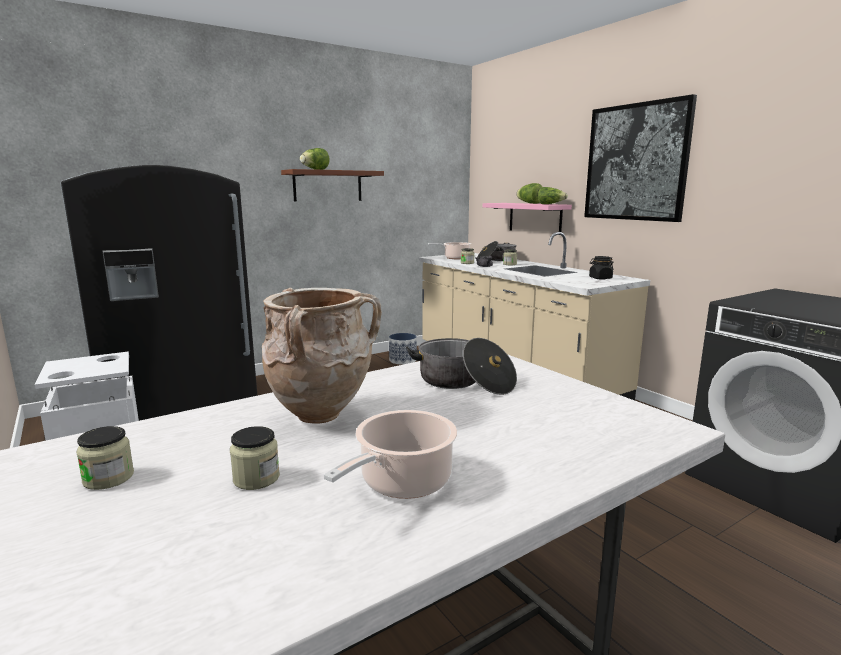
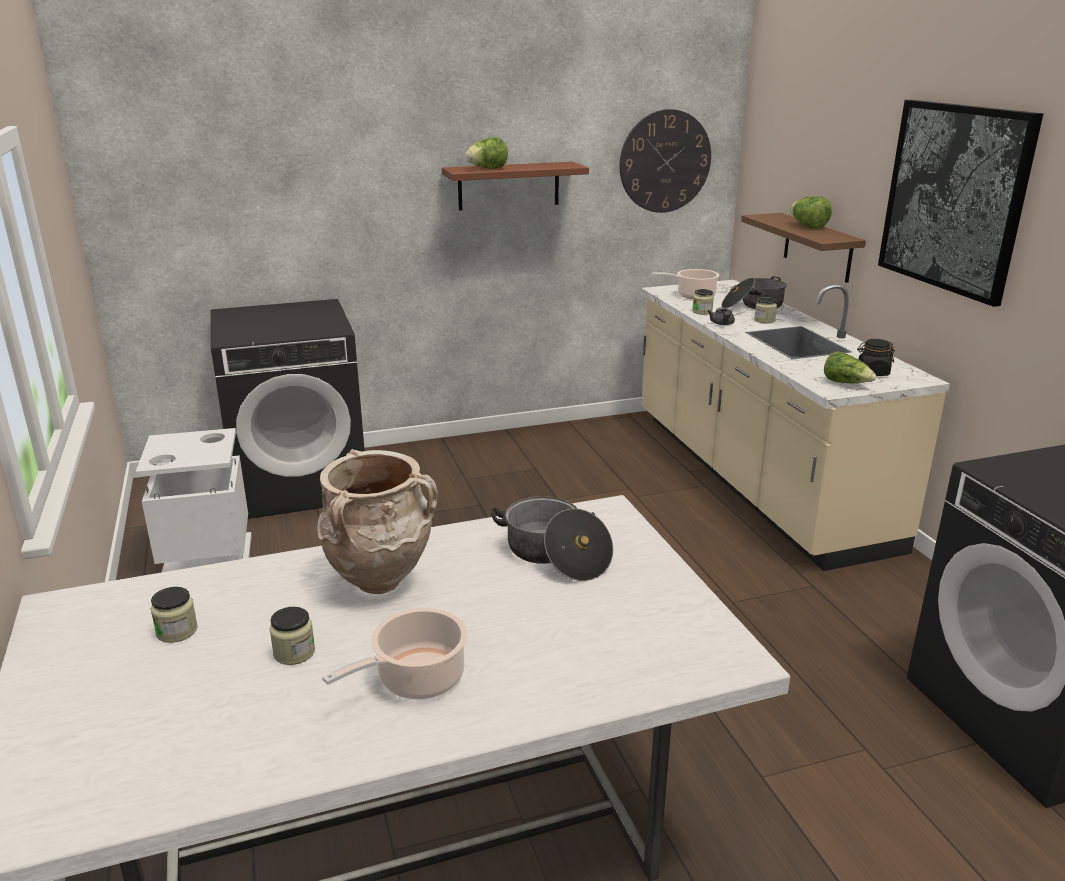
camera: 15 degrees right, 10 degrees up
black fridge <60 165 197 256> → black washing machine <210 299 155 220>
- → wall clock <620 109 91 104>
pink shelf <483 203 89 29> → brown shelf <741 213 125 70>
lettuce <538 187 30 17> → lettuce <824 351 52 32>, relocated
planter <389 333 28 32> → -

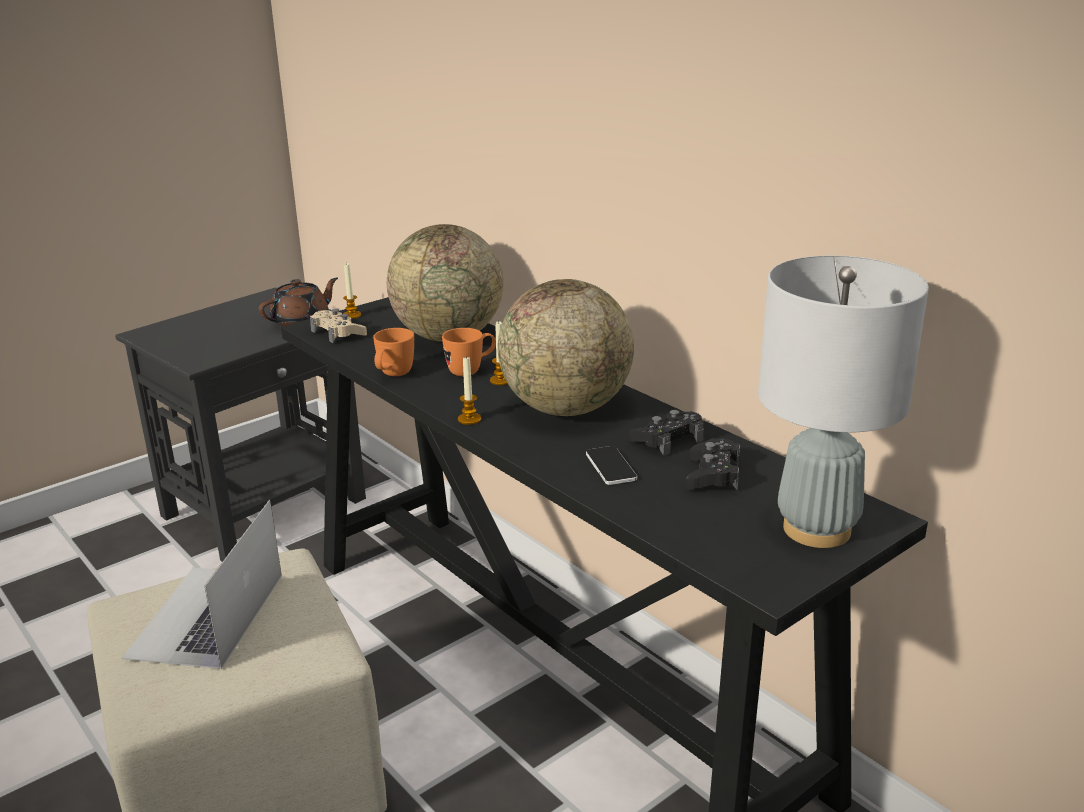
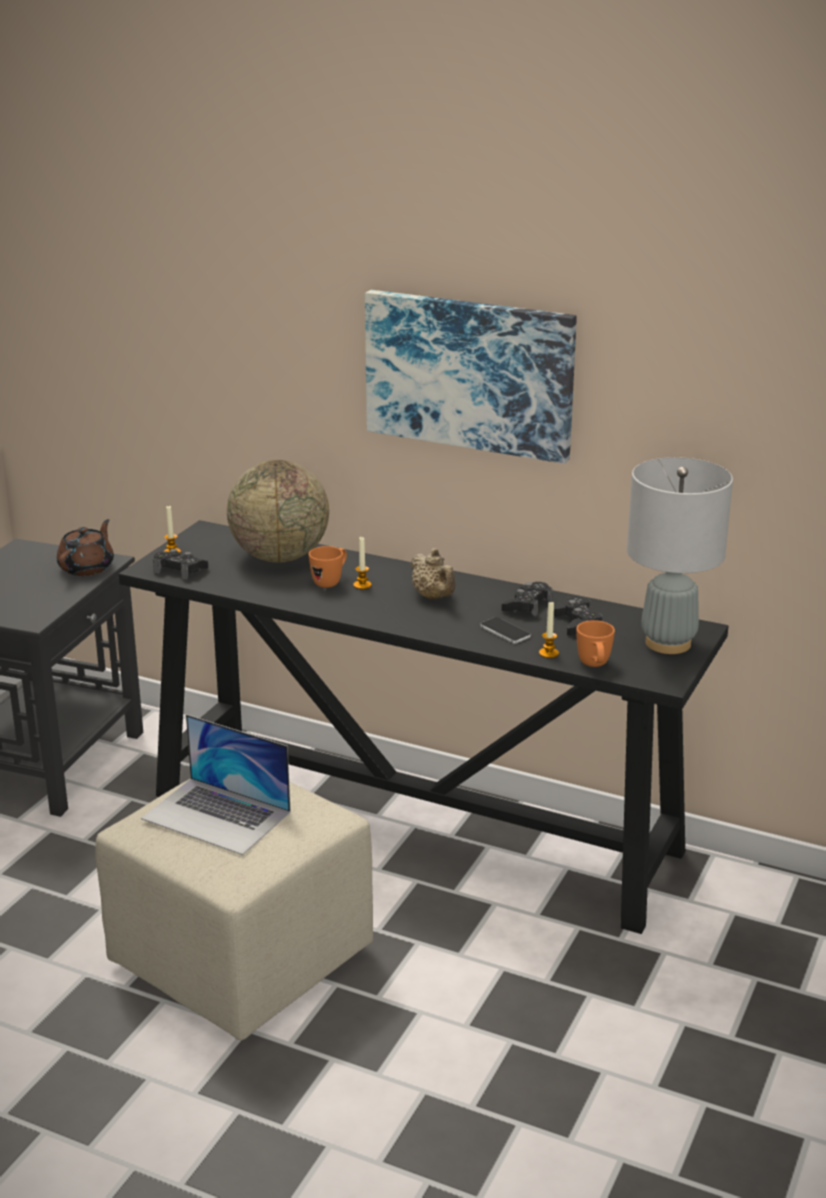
camera: 25 degrees left, 0 degrees up
laptop <122 500 160 169> → laptop <141 714 150 141>, 45 degrees counterclockwise
beige game controller <310 309 57 34> → black game controller <153 549 55 31>
- → picture <365 290 212 174>
globe <498 279 136 137> → beige teapot <410 548 46 52>
candle <458 356 23 69> → candle <539 602 20 56>, relocated
orange mug <373 328 41 48> → orange mug <576 620 39 47>, relocated

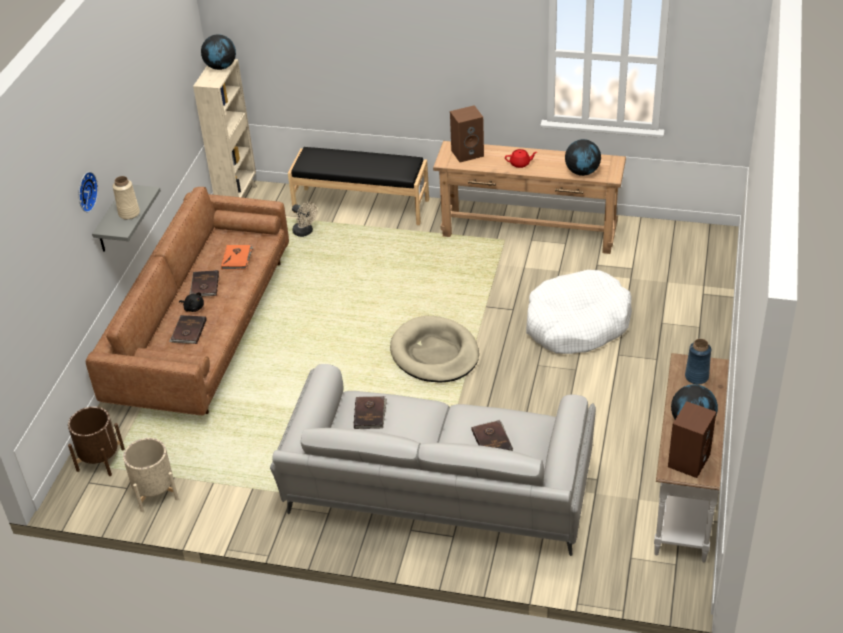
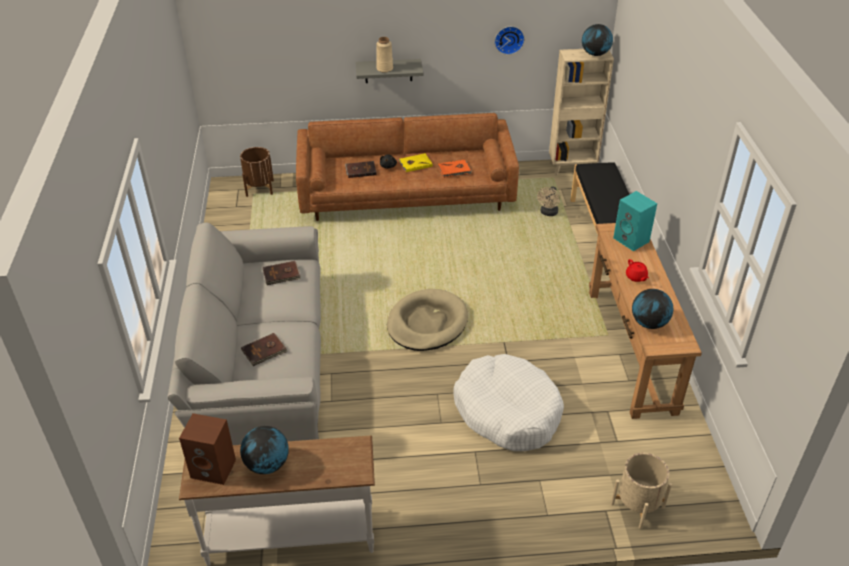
camera: 70 degrees right, 0 degrees up
brown book <189 270 30 27> → yellow book <398 153 35 19>
wall clock <79 172 19 40> → wall clock <495 26 30 29>, relocated
beige planter <123 438 56 74> → beige planter <611 453 61 76>, relocated
brown speaker <450 105 34 57> → turquoise speaker <613 191 44 60>
blue vase <685 339 26 46> → -

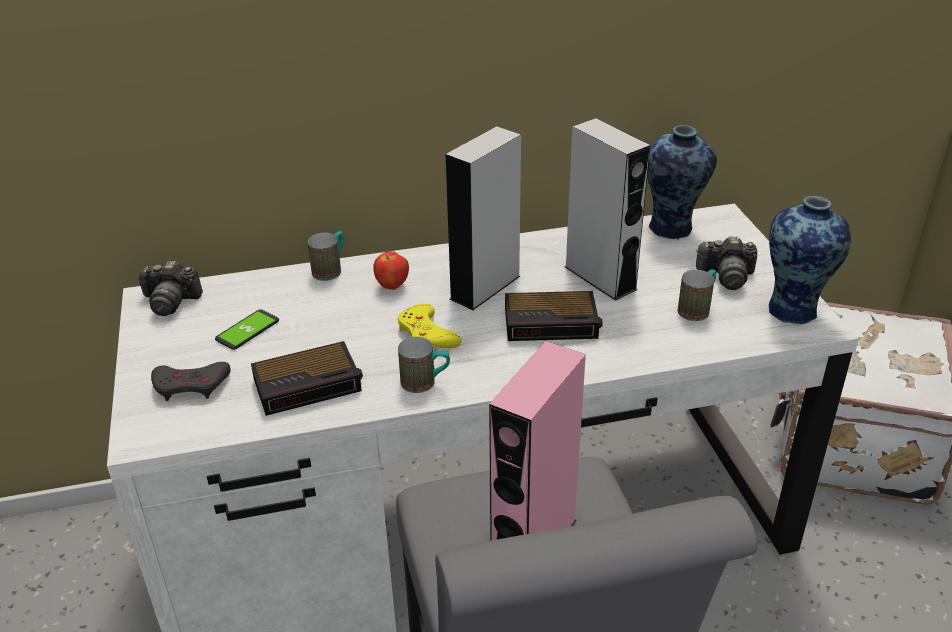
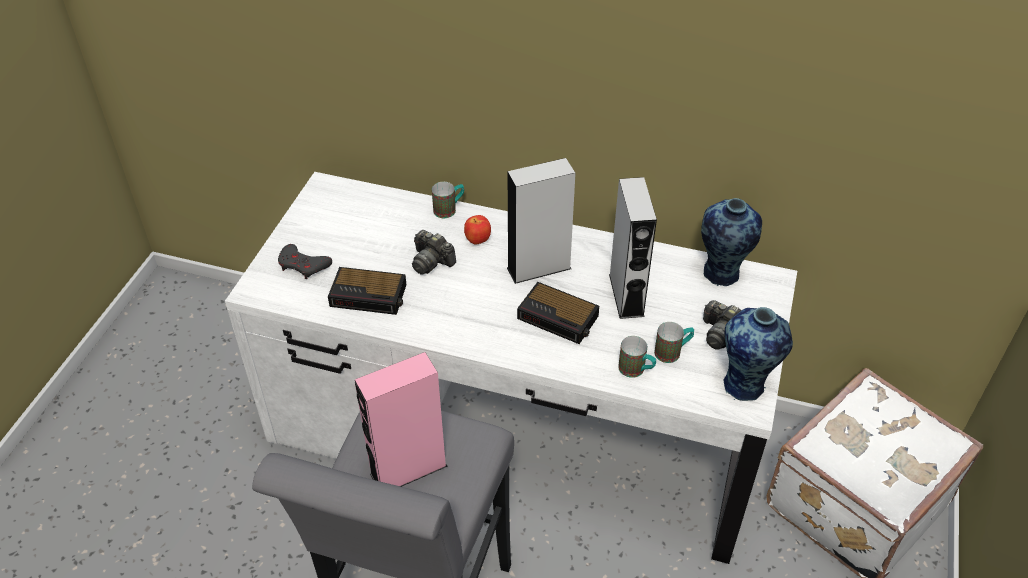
camera: 30 degrees right, 10 degrees up
photo camera <138 261 65 55> → photo camera <412 230 44 45>, relocated
mug <398 337 52 56> → mug <618 336 38 42>, relocated
phone <215 309 64 41> → -
yellow game controller <398 304 63 44> → -

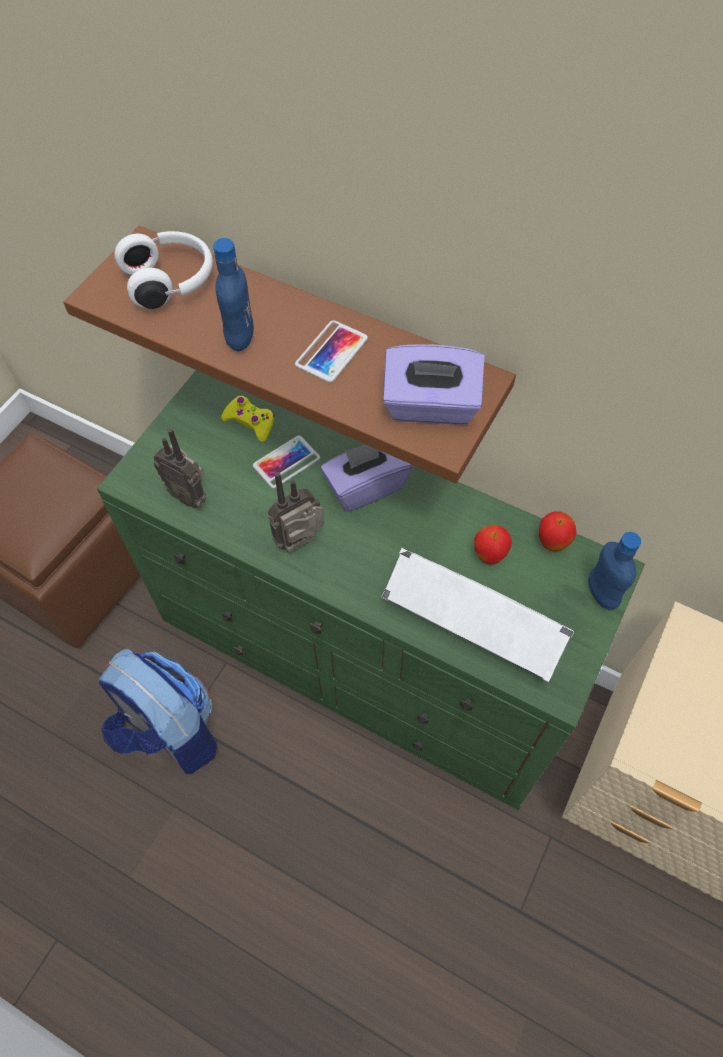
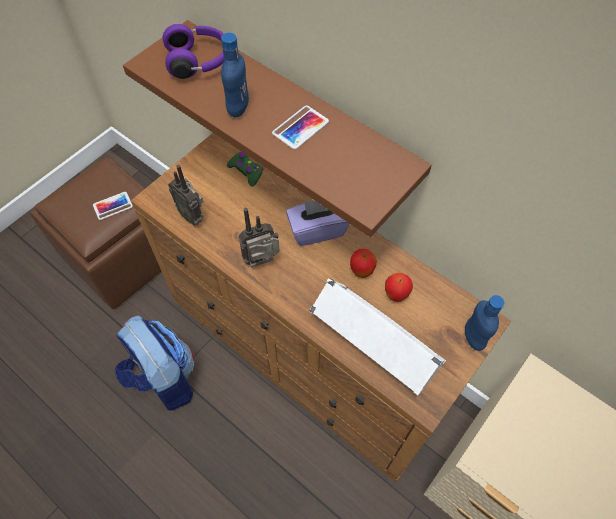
camera: 10 degrees right, 0 degrees up
phone <253 436 67 52> → phone <93 192 40 28>, relocated
green dresser <97 370 548 440> → brown dresser <131 133 380 350>
white headphones <115 231 98 78> → purple headphones <163 24 62 55>
yellow game controller <221 395 54 47> → green game controller <227 152 36 35>
apple <539 511 37 41> → apple <350 249 27 29>, relocated
purple tissue box <383 344 102 81> → -

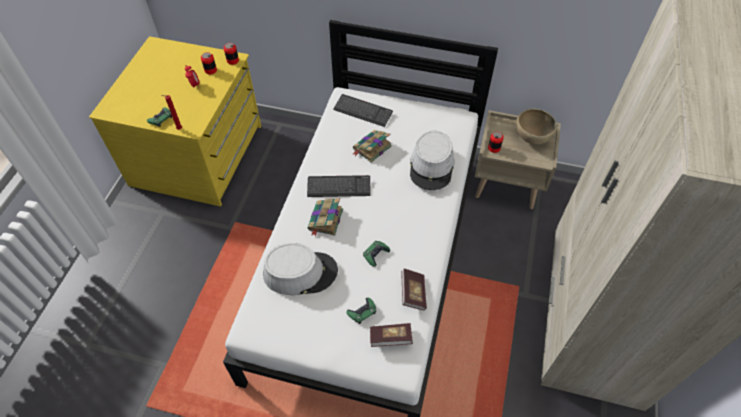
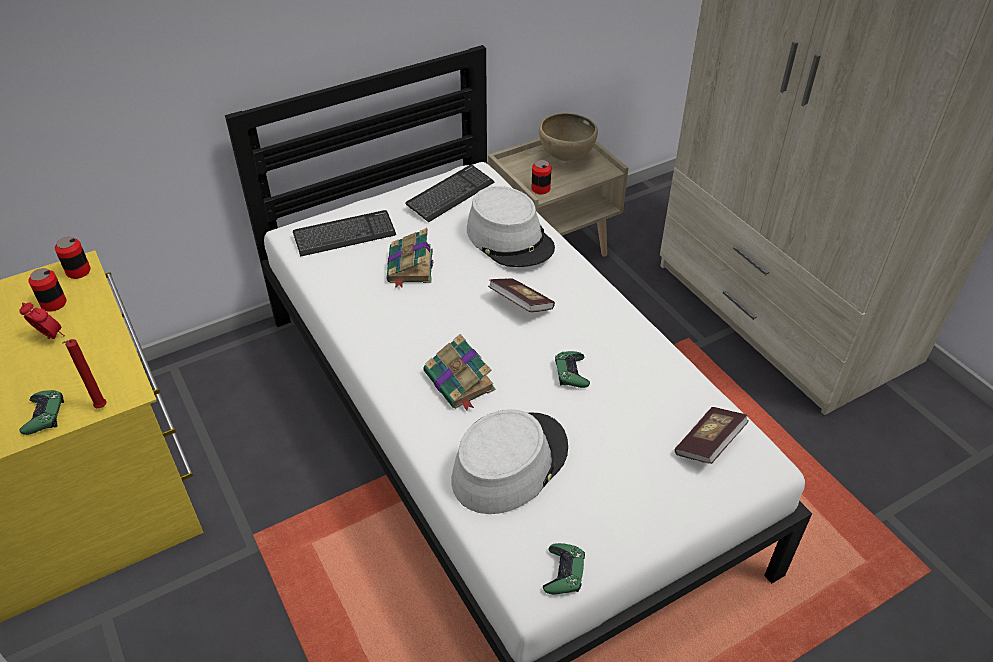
camera: 45 degrees left, 10 degrees down
keyboard <307 175 64 22> → keyboard <405 165 89 57>, relocated
book <401 268 26 42> → book <488 278 67 34>, relocated
green game controller <347 298 29 26> → green game controller <543 543 42 51>, relocated

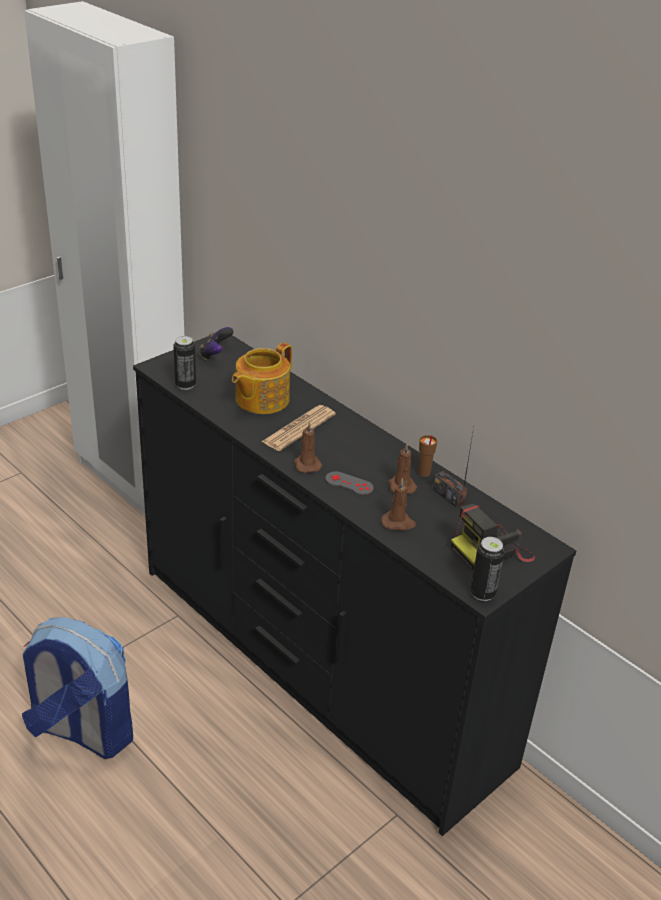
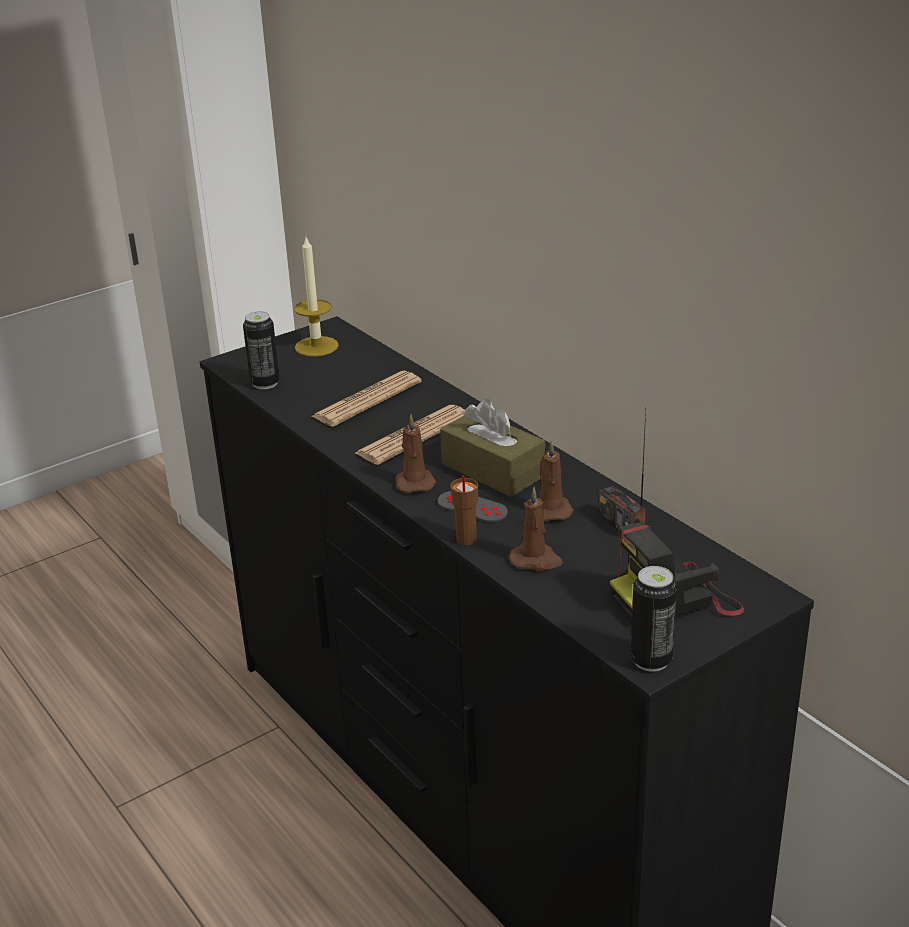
camera: 10 degrees right, 5 degrees down
game controller <199 327 35 33> → candle <294 237 45 120>
teapot <232 343 60 71> → newspaper <311 371 111 56>
- → brown tissue box <440 399 105 98>
brown cup <418 435 19 42> → brown cup <451 475 27 70>, relocated
backpack <22 617 111 142> → -

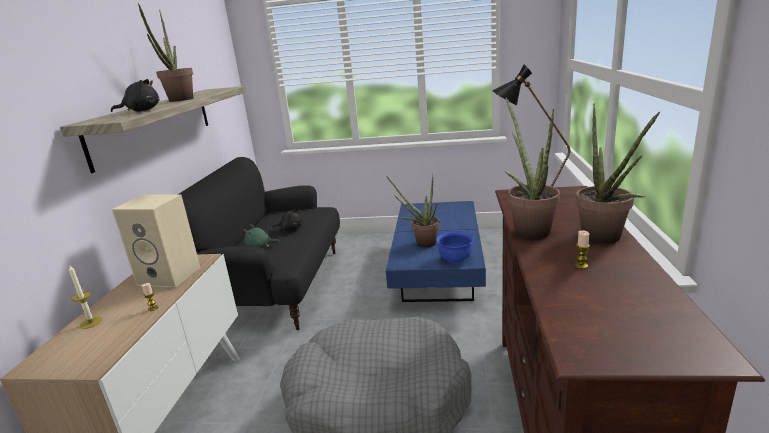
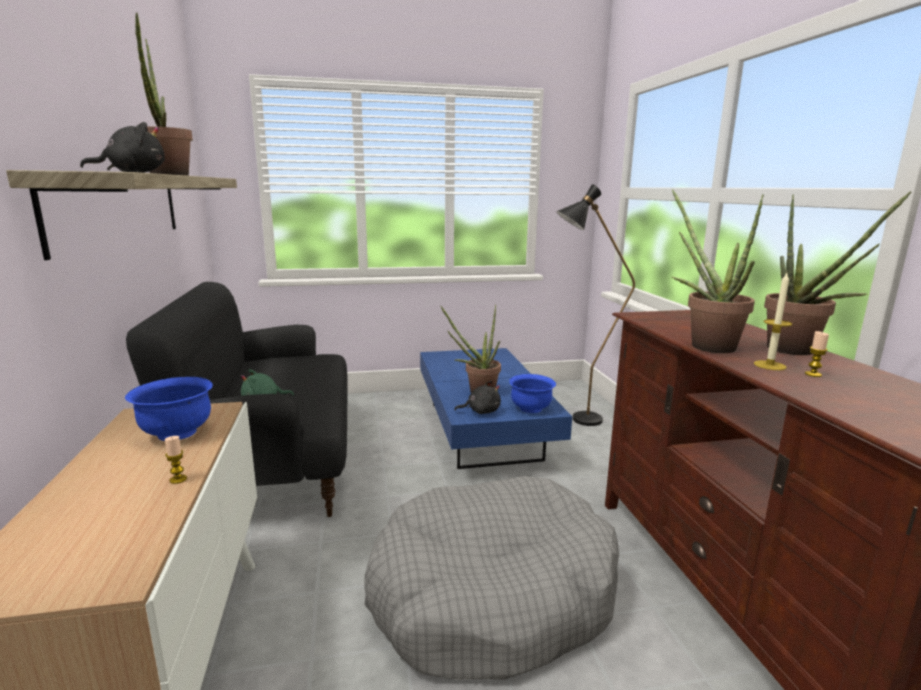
camera: 20 degrees left, 5 degrees down
beige speaker <112 194 89 94> → blue bowl <125 377 88 64>
black plush toy <273 208 30 23> → black plush toy <454 381 47 33>, relocated
candle <69 264 34 65> → candle <754 273 38 97>, relocated

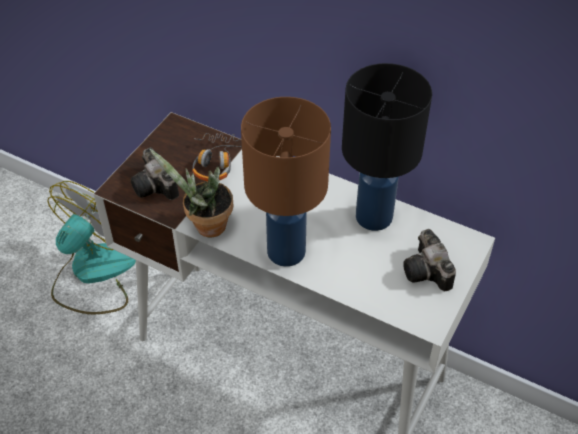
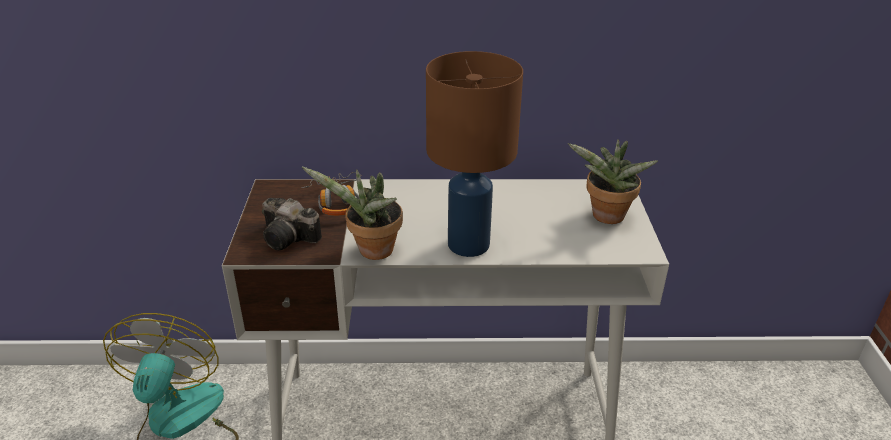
camera: 30 degrees left, 15 degrees down
photo camera <403 229 53 62> → potted plant <568 139 90 85>
black table lamp <342 63 90 168> → -

